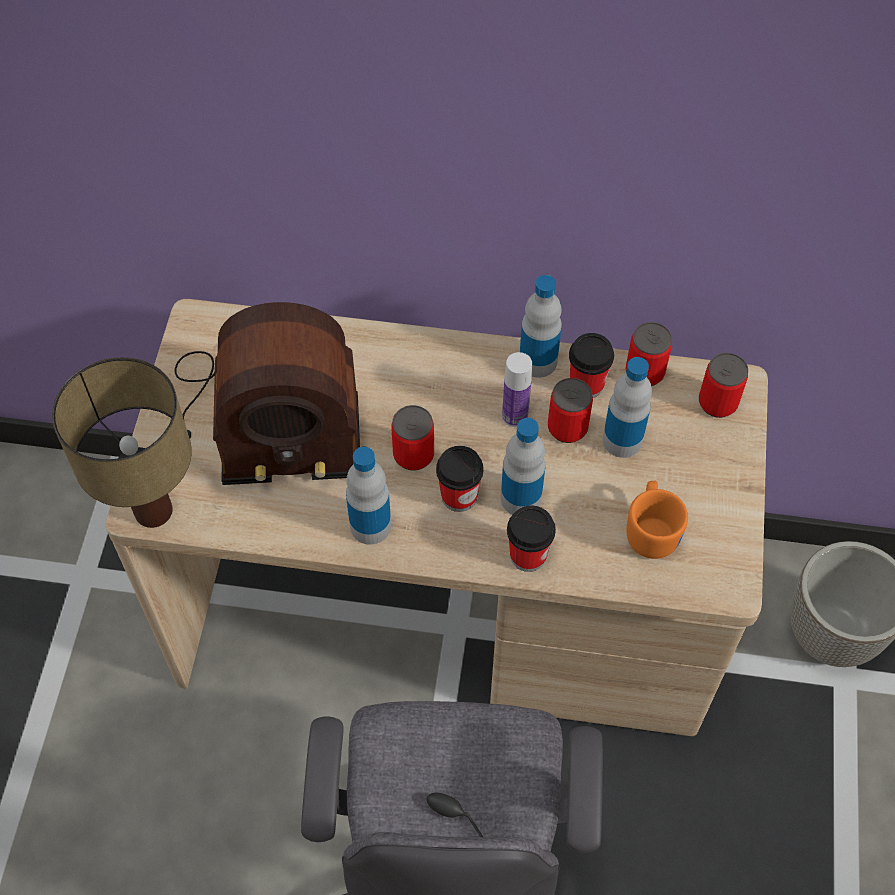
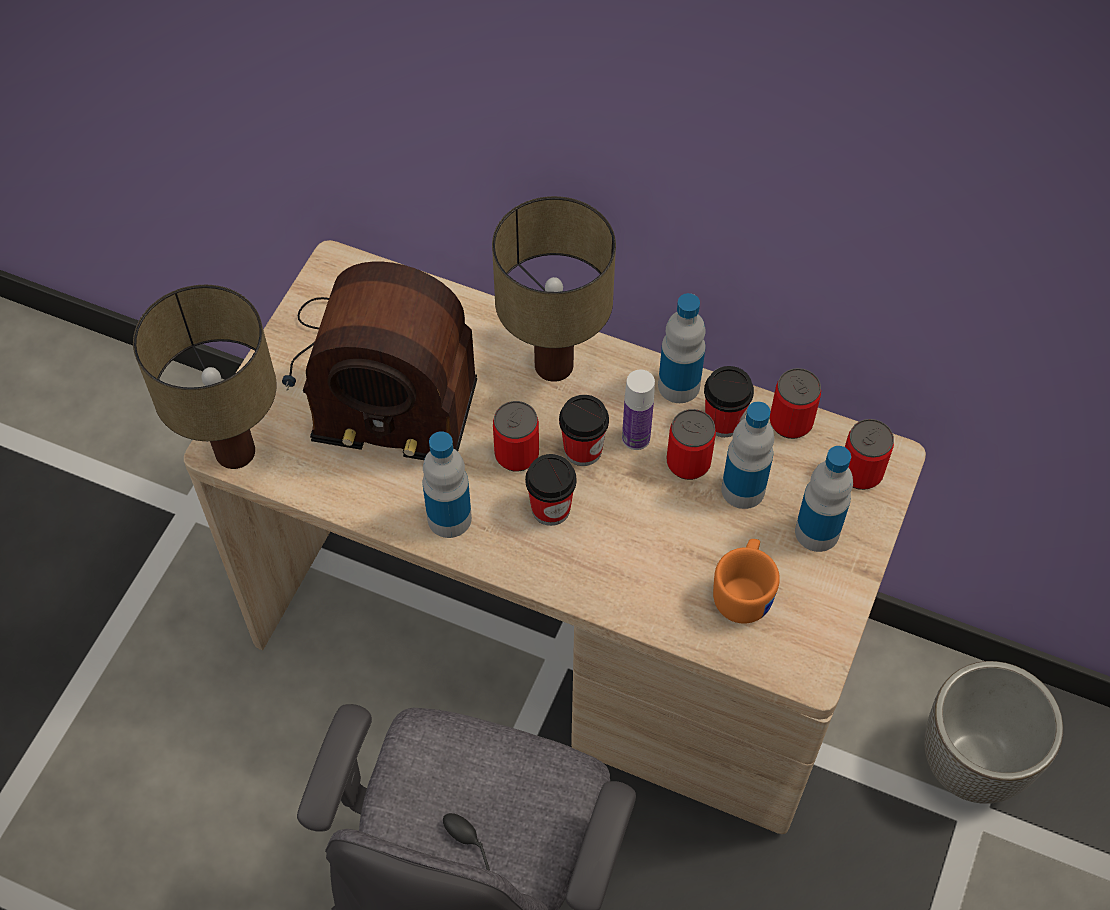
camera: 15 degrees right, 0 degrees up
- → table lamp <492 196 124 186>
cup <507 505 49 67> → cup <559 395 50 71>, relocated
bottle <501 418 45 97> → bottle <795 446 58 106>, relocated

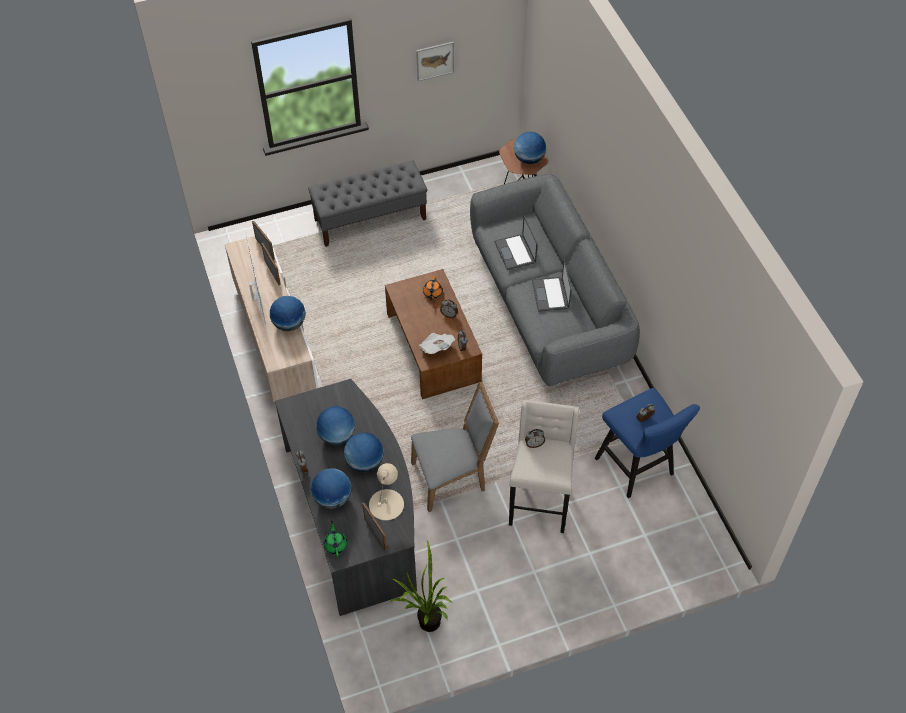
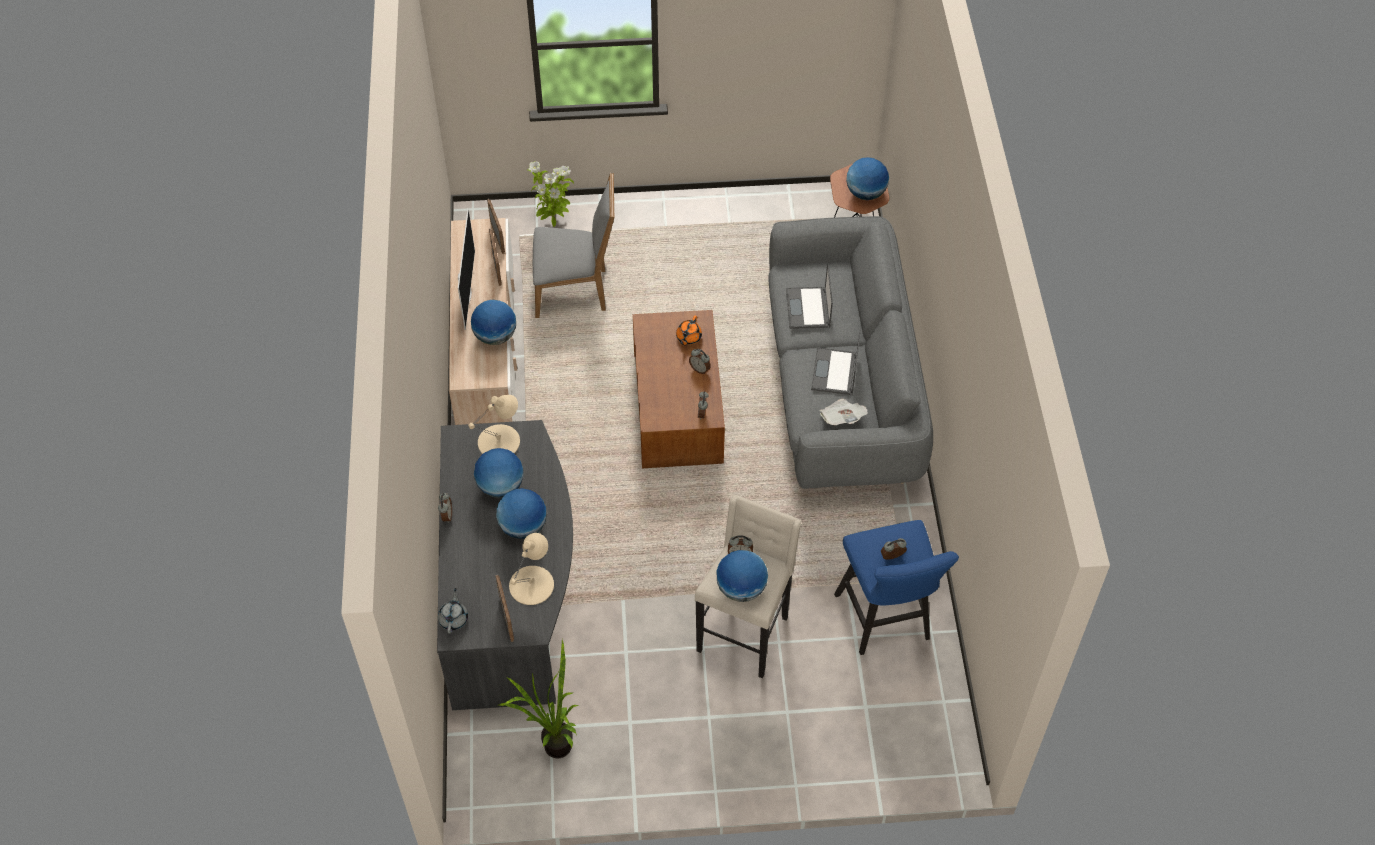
camera: 15 degrees right, 0 degrees up
green teapot <324 521 23 36> → grey teapot <438 588 30 46>
- → beige table lamp <468 395 52 59>
- → potted plant <528 161 46 66>
grey chair <411 381 88 131> → grey chair <533 173 81 145>, relocated
globe <311 468 40 41> → globe <717 550 51 52>, relocated
newspaper <418 333 37 21> → newspaper <819 399 49 26>, relocated
grey bench <308 160 119 87> → -
picture <416 42 38 39> → -

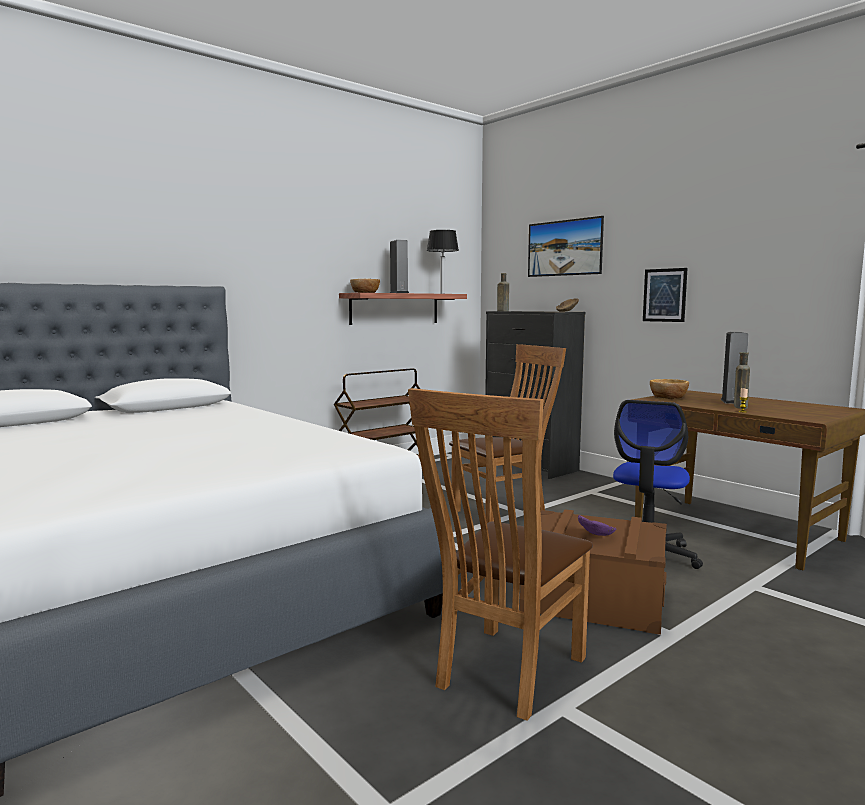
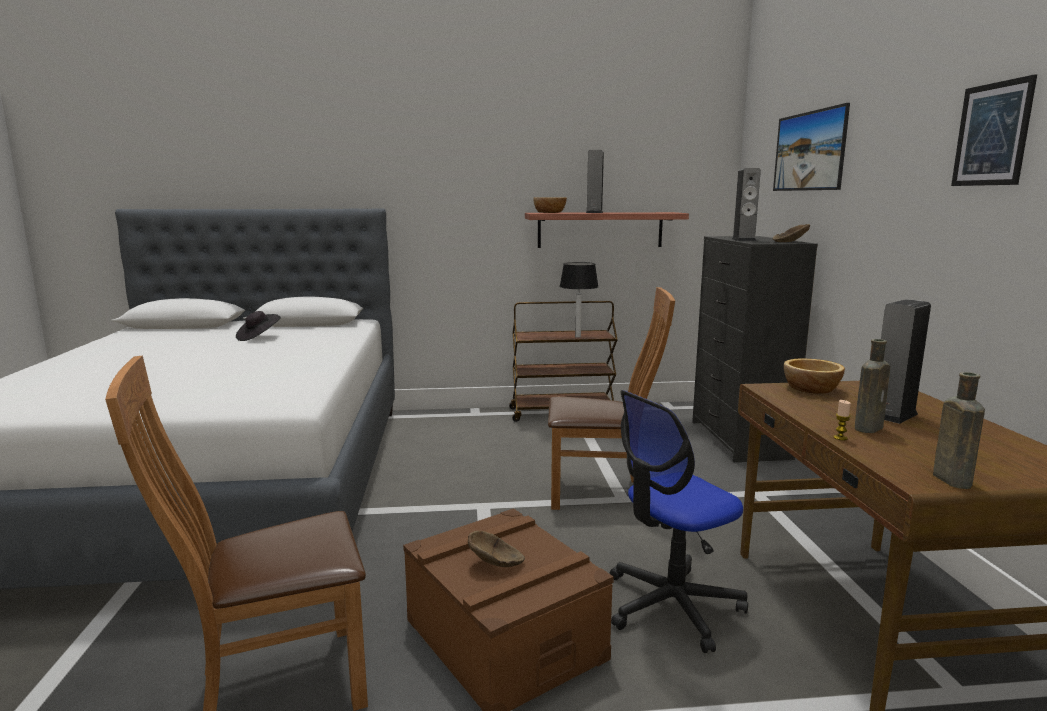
camera: 35 degrees right, 5 degrees up
- → black hat <236 311 45 30>
purple bowl <578 515 38 21> → brown bowl <468 531 57 36>
table lamp <427 230 32 64> → table lamp <559 262 40 76>, relocated
- → speaker <732 168 29 73>
brown bottle <497 273 12 38> → brown bottle <933 372 52 117>, relocated
picture <643 268 45 54> → picture <951 74 86 112>, relocated

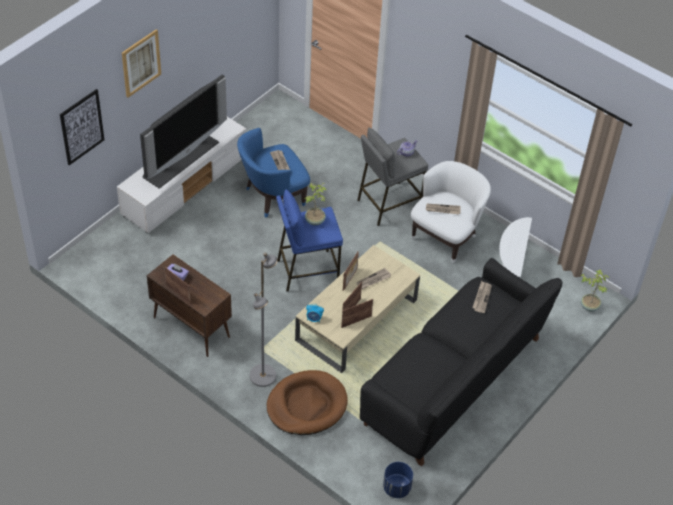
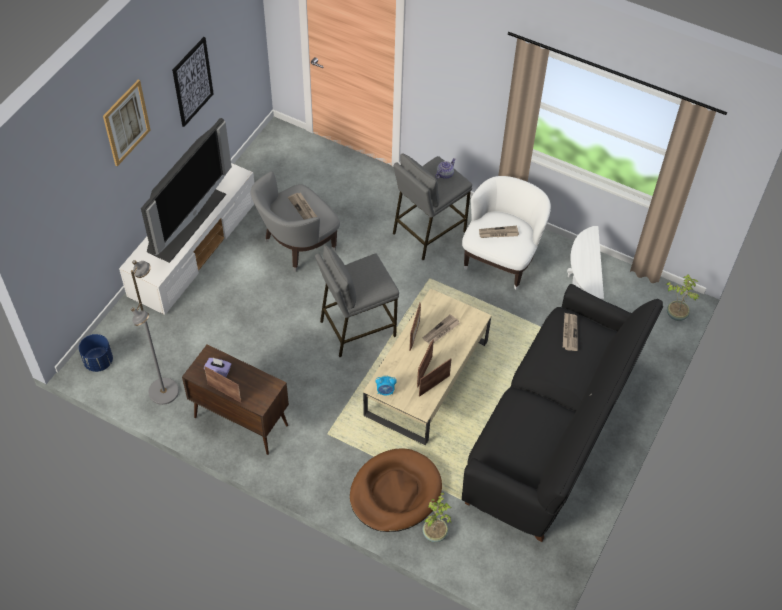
camera: 10 degrees left, 5 degrees up
blue planter <383 462 30 36> → blue planter <79 334 34 38>, relocated
grey floor lamp <250 253 28 134> → grey floor lamp <131 260 48 145>, relocated
picture <60 89 44 76> → picture <172 37 42 90>, relocated
blue armchair <237 128 73 90> → grey armchair <251 172 89 100>
blue stool <276 189 67 103> → grey stool <315 245 84 112>
potted plant <305 183 22 42> → potted plant <423 493 29 49>, relocated

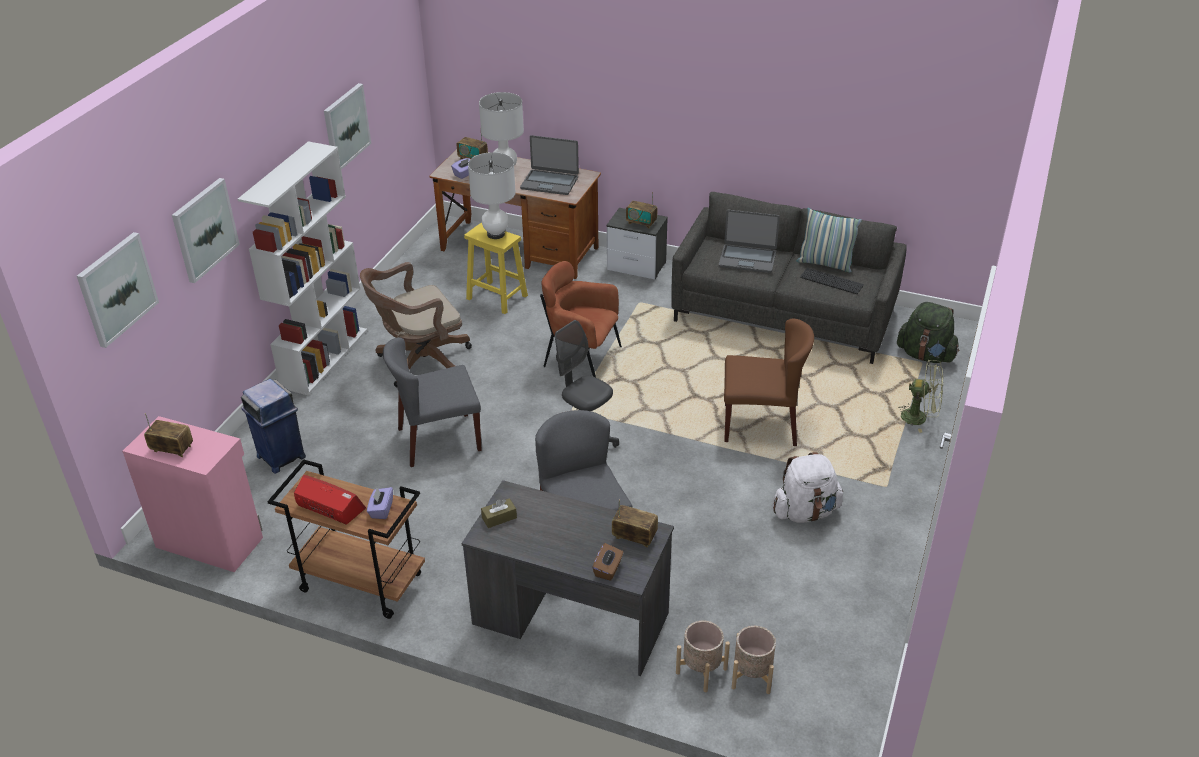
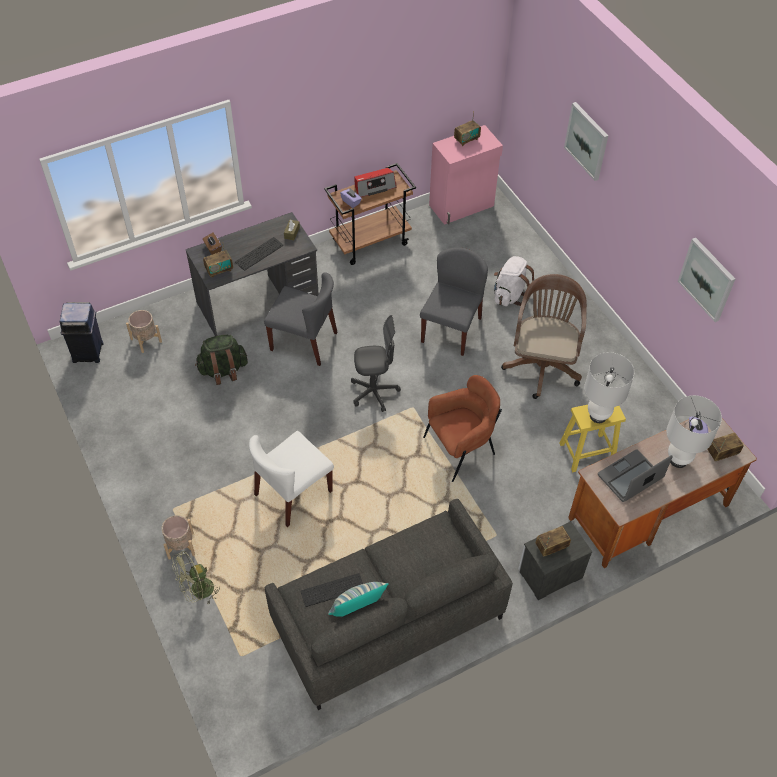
camera: 130 degrees right, 15 degrees up
blue trash can <241 379 65 95> → blue trash can <60 302 44 61>, relocated
beige planter <676 621 54 71> → beige planter <162 515 33 45>, relocated
green backpack <897 302 62 61> → green backpack <195 335 53 50>, relocated
- → keyboard <235 237 48 34>
brown chair <724 319 90 127> → white chair <249 431 85 96>
white backpack <772 452 72 71> → white backpack <494 256 41 50>, relocated
picture <77 232 82 116> → -
white bookcase <238 141 129 254> → -
laptop <719 210 61 63> → -

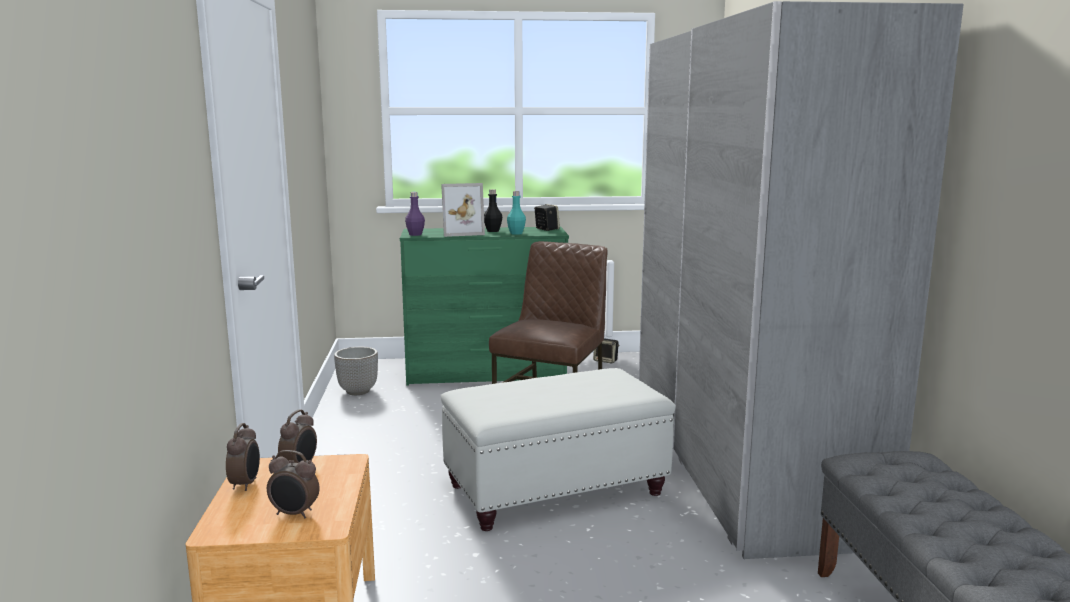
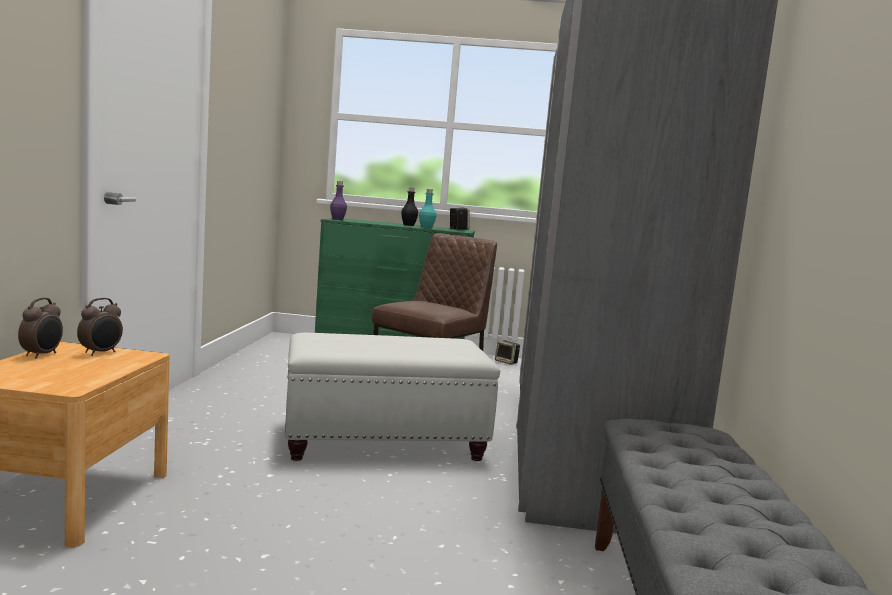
camera: 10 degrees right, 5 degrees down
alarm clock <267 450 53 69> → -
planter <334 347 44 48> → -
picture frame <441 183 44 54> → -

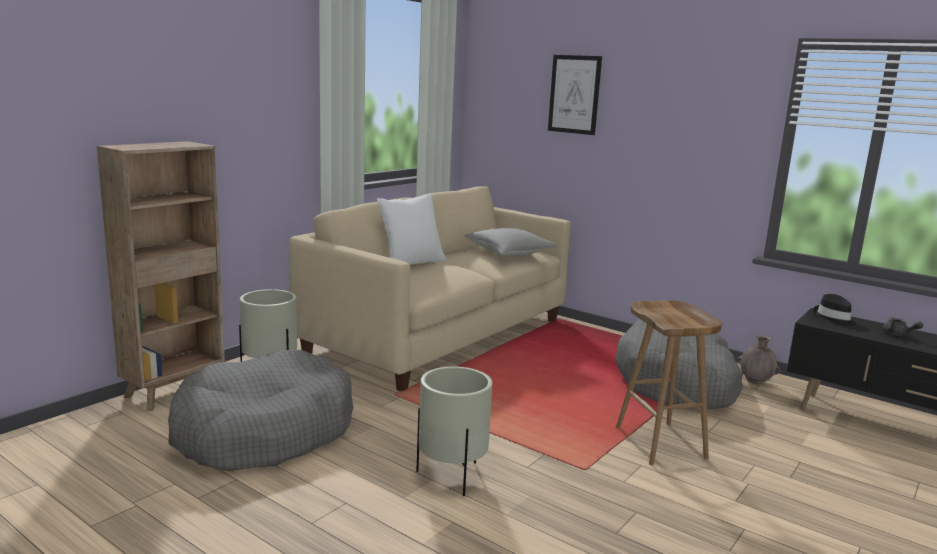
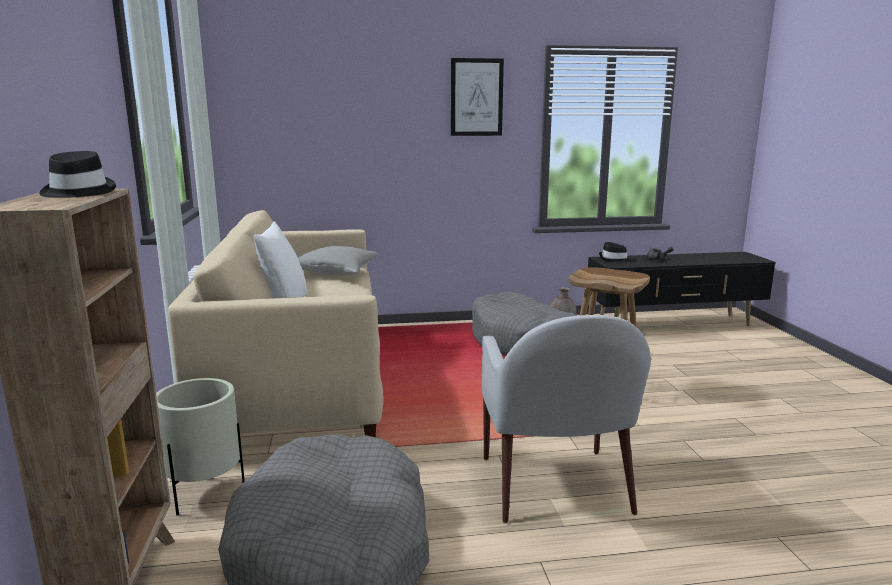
camera: 45 degrees left, 0 degrees up
- → black hat <39 151 77 47>
picture <548 55 54 80> → picture <451 58 53 78>, relocated
beige planter <416 366 76 130> → white armchair <482 315 169 208>

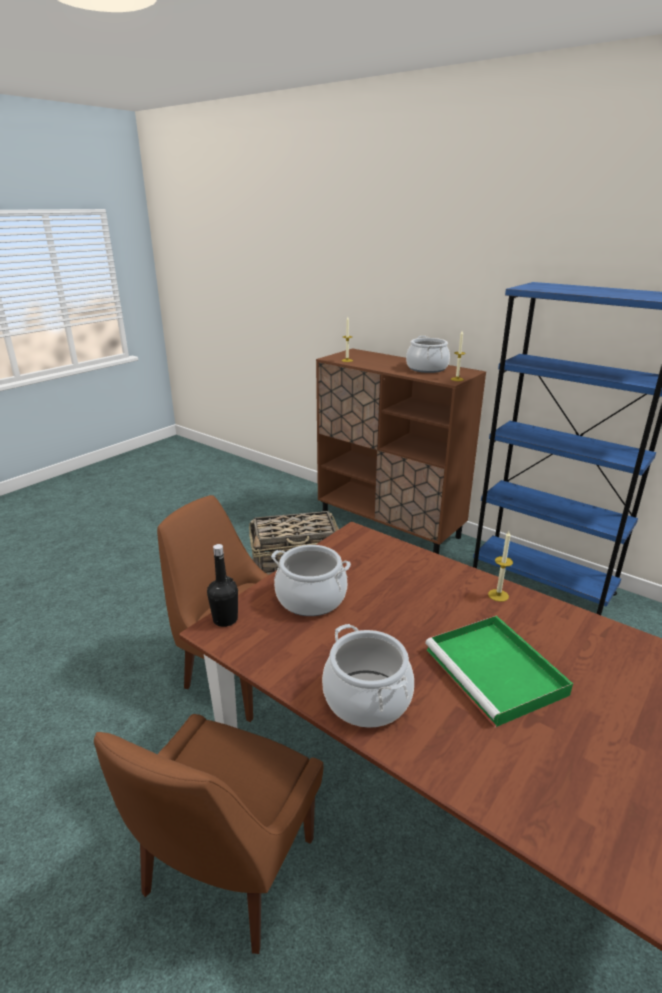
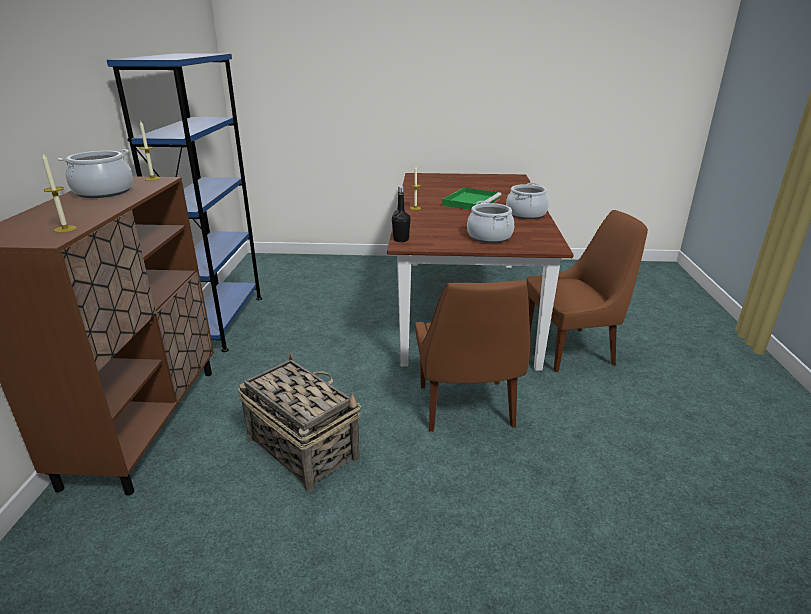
camera: 125 degrees left, 0 degrees up
black bottle <207 544 31 83> → black bottle <392 186 19 56>, relocated

